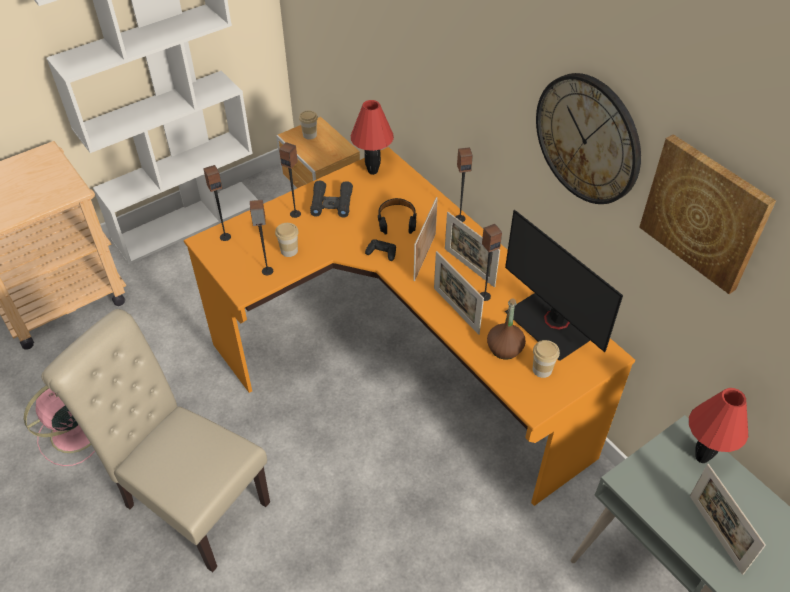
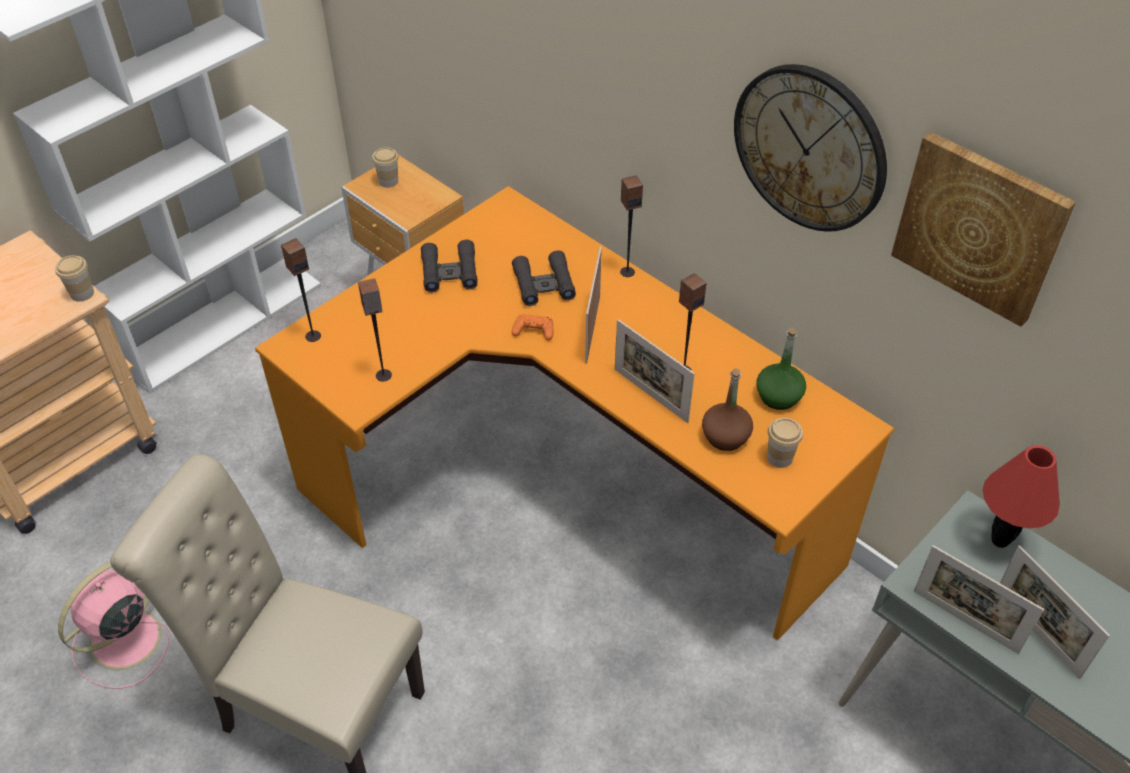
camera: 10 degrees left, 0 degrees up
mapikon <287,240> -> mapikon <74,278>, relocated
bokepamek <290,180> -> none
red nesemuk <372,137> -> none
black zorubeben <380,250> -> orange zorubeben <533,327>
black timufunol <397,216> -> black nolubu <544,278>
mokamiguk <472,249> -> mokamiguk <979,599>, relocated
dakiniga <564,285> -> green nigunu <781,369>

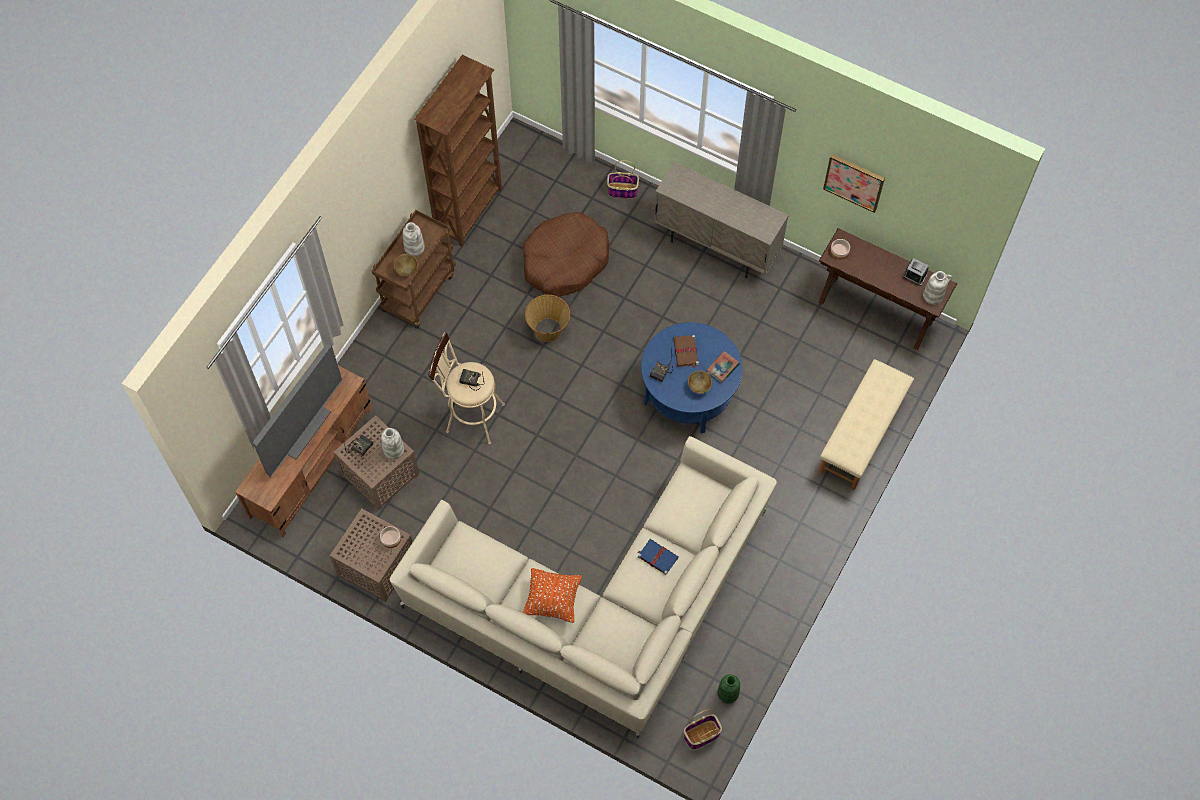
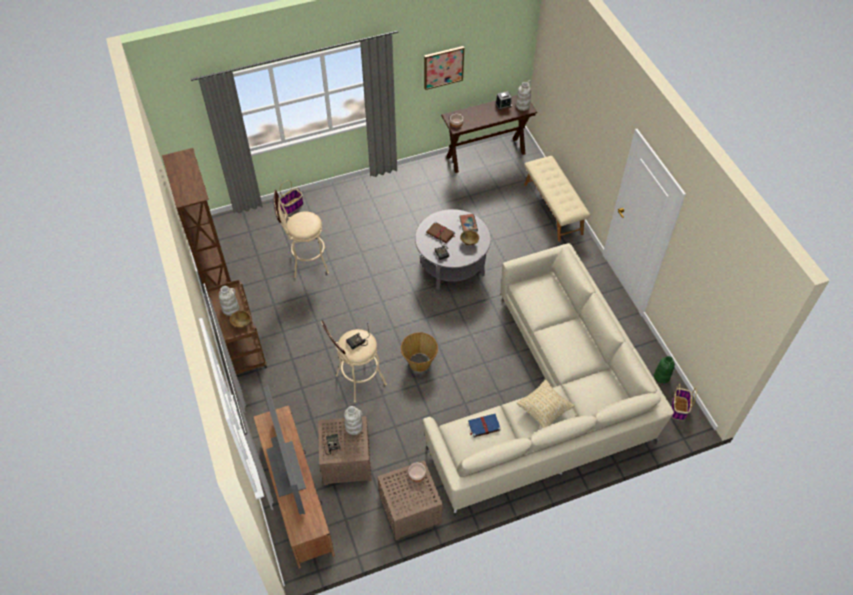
camera: 50 degrees left, 10 degrees down
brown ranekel <566,254> -> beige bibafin <301,234>
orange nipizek <552,595> -> beige nipizek <545,404>
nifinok <547,318> -> nifinok <419,352>, relocated
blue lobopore <658,557> -> blue lobopore <484,426>, relocated
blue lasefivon <691,377> -> grey lasefivon <453,249>
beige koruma <721,220> -> none

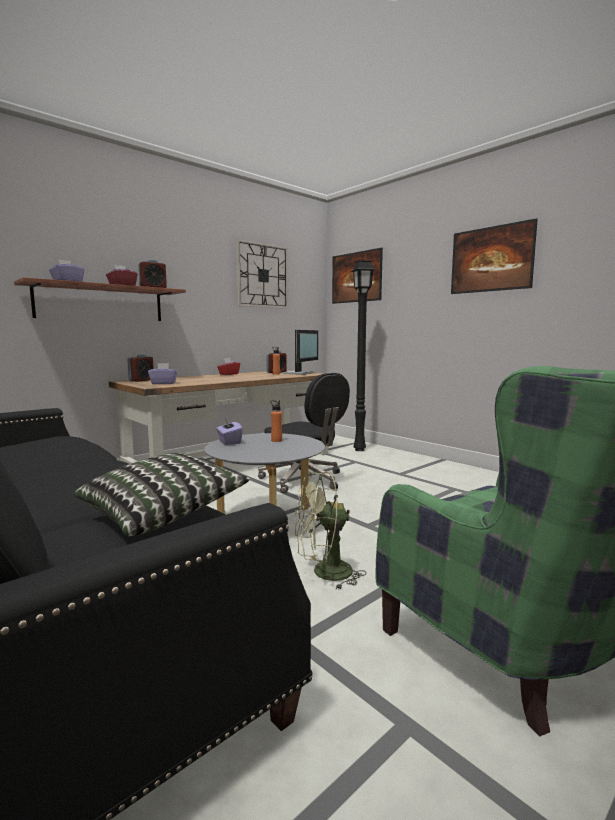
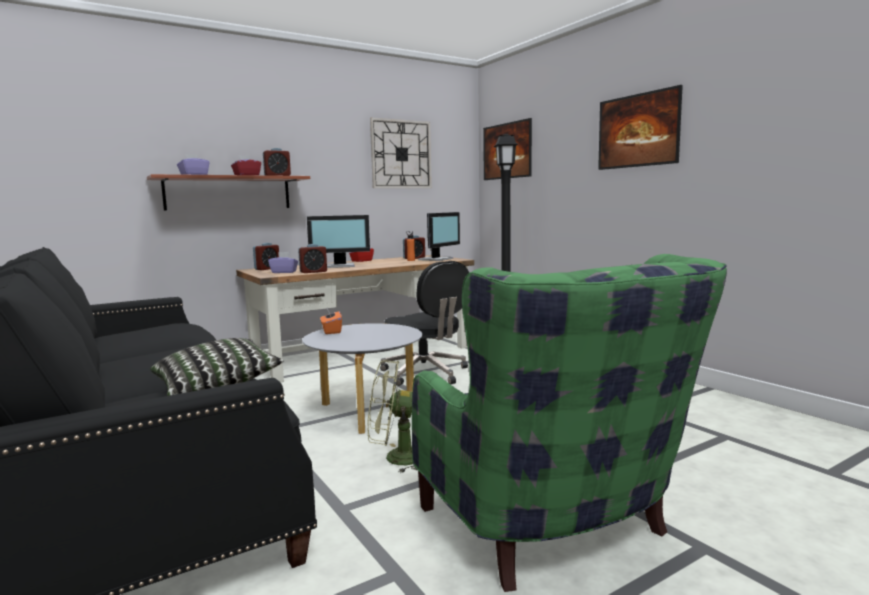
camera: 10 degrees right, 0 degrees up
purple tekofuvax <229,431> -> orange tekofuvax <331,320>
orange nigunu <276,421> -> none
none -> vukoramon <312,258>
none -> dakiniga <338,241>

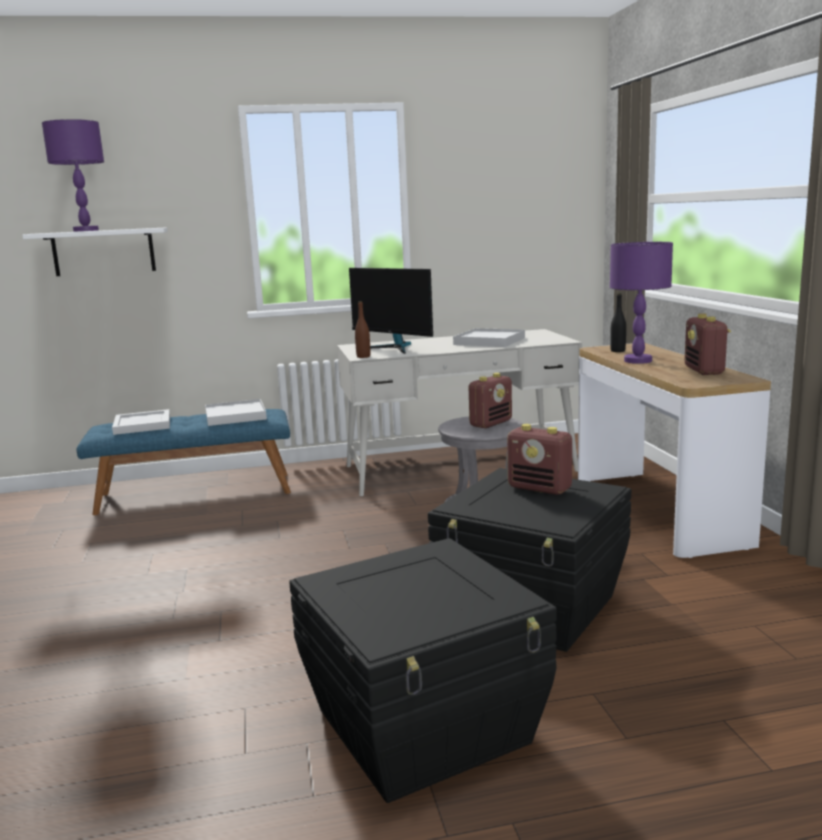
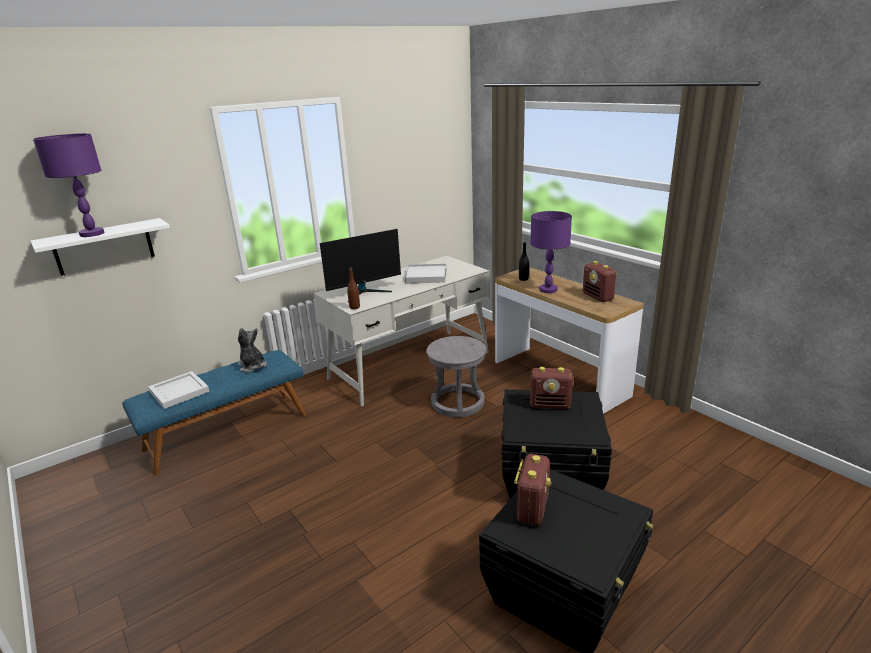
camera: 25 degrees left, 10 degrees up
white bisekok <236,412> -> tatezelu <252,350>
dakiniga <391,311> -> dakiniga <360,266>, 45 degrees counterclockwise
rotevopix <490,400> -> rotevopix <532,489>, relocated

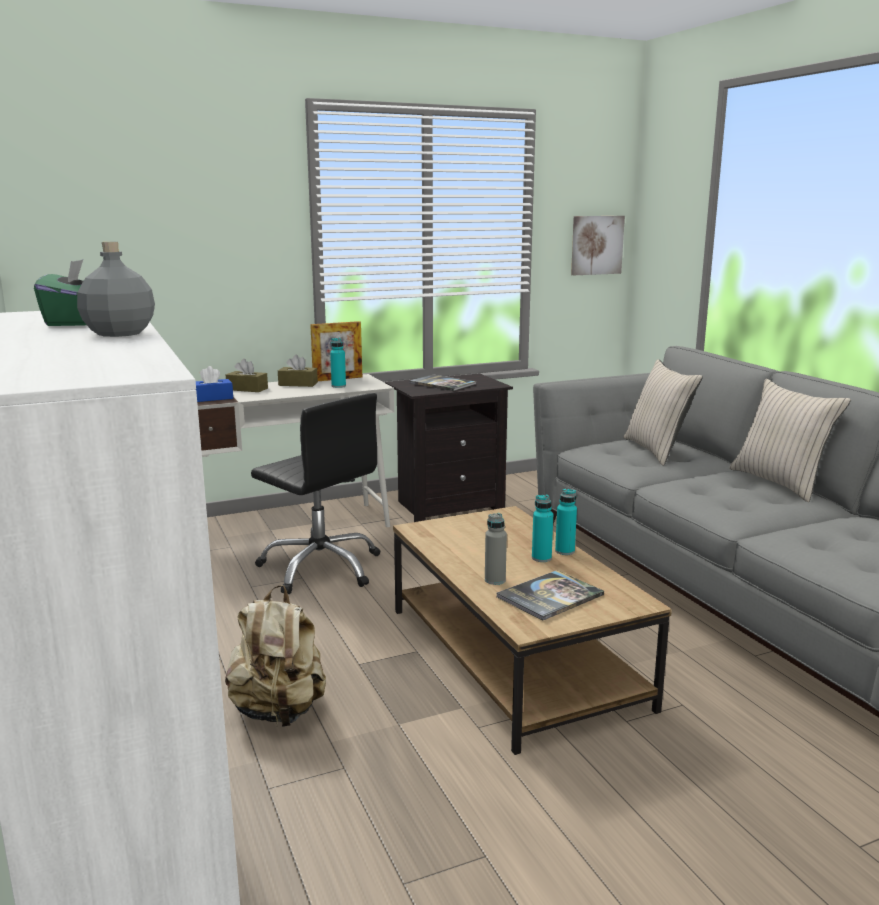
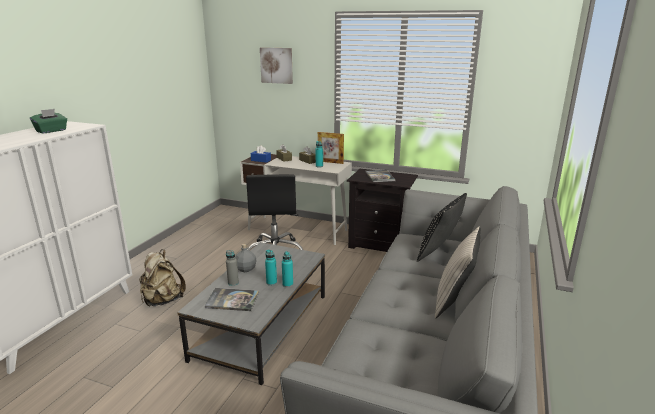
camera: 45 degrees right, 5 degrees up
grey nigunu <116,289> -> grey nigunu <246,258>, relocated
brown lasefivon <532,630> -> grey lasefivon <251,313>
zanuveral <598,245> -> zanuveral <276,65>, relocated
beige nipizek <663,412> -> black nipizek <442,227>

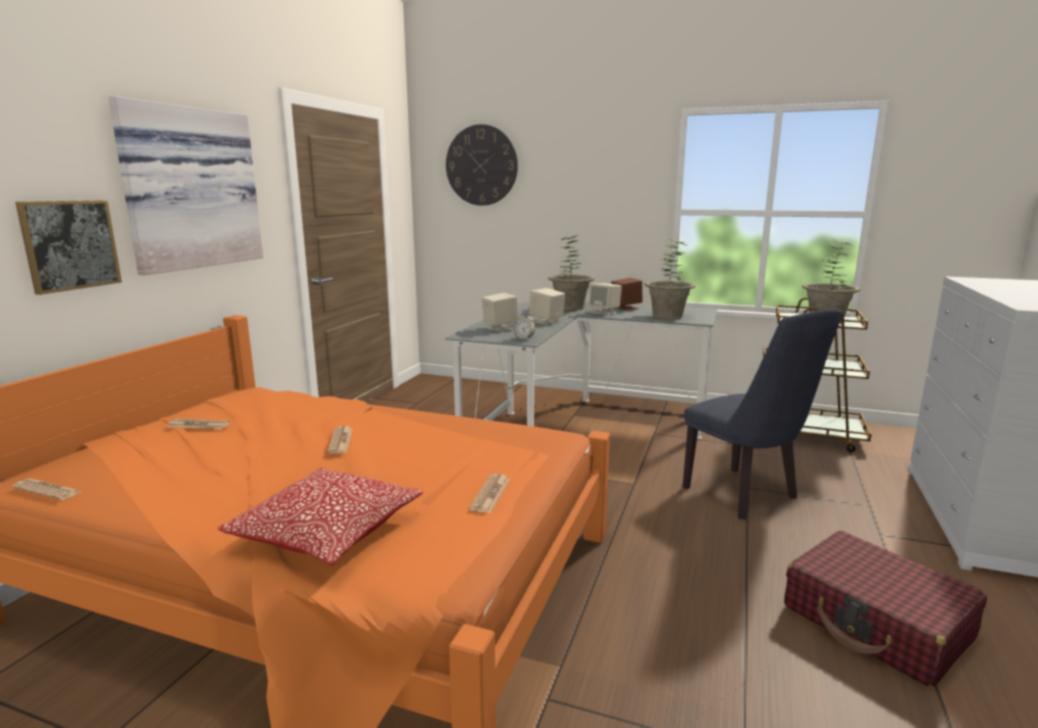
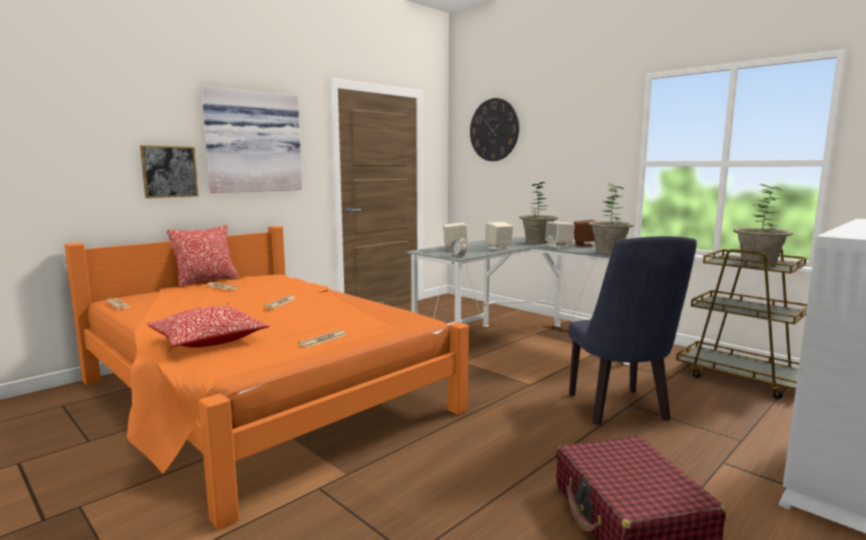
camera: 25 degrees right, 5 degrees down
none -> nipizek <203,256>

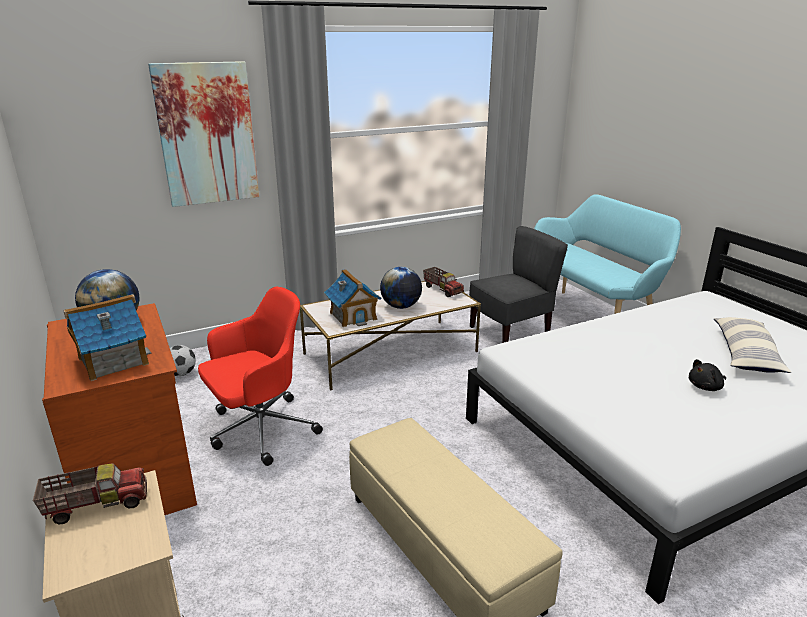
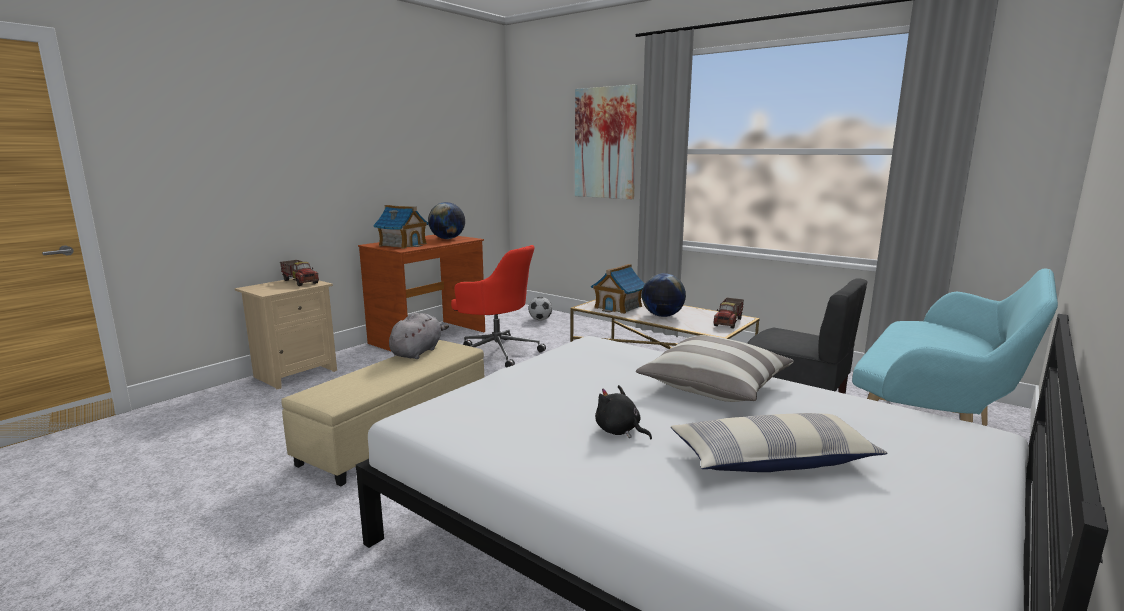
camera: 65 degrees right, 10 degrees down
none -> grey tatezelu <419,336>
none -> nipizek <715,368>

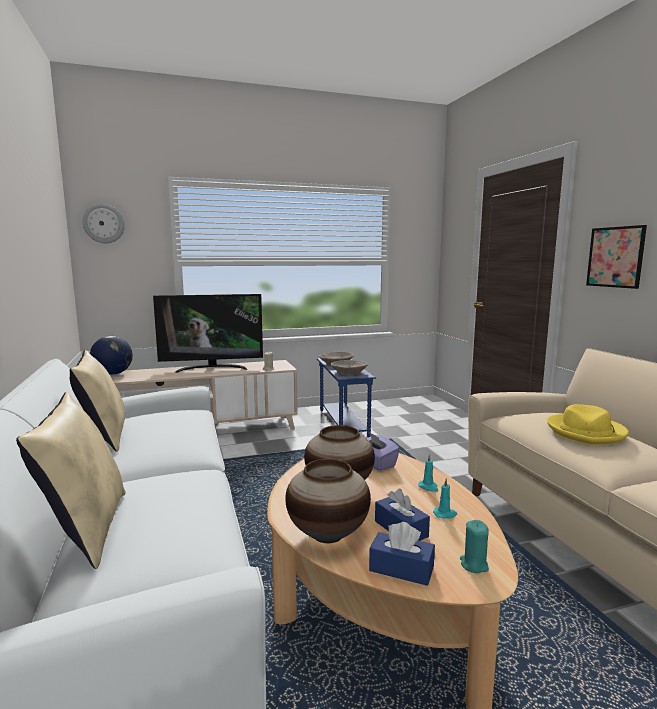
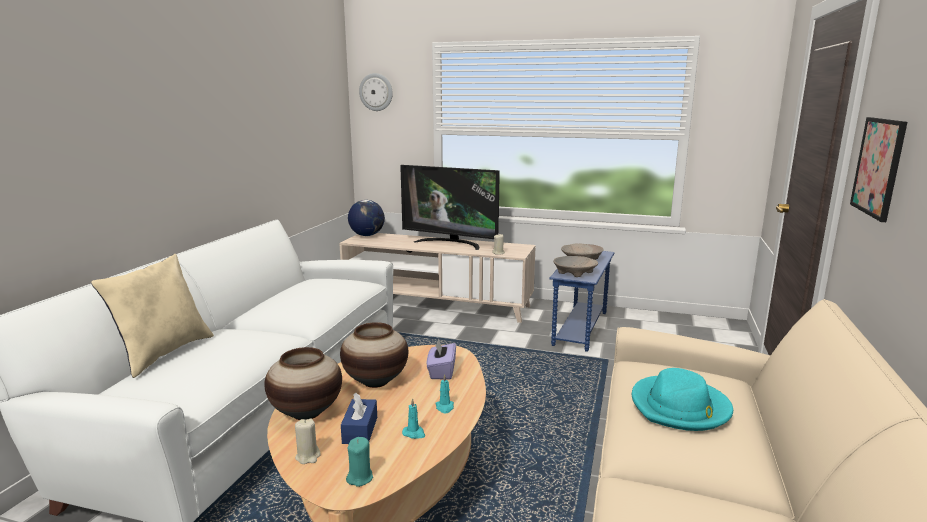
camera: 35 degrees right, 5 degrees up
beige nipizek <97,401> -> none
blue tekofuvax <402,554> -> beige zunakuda <308,441>
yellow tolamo <588,424> -> turquoise tolamo <682,399>

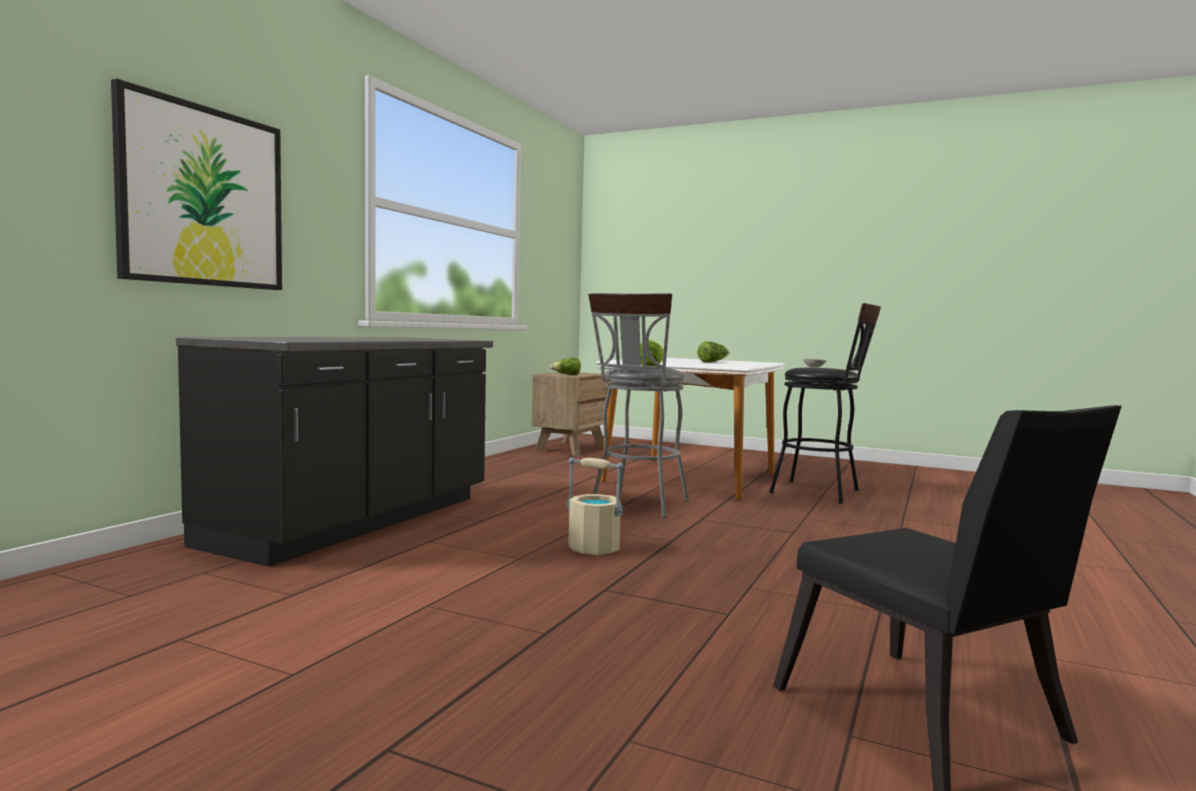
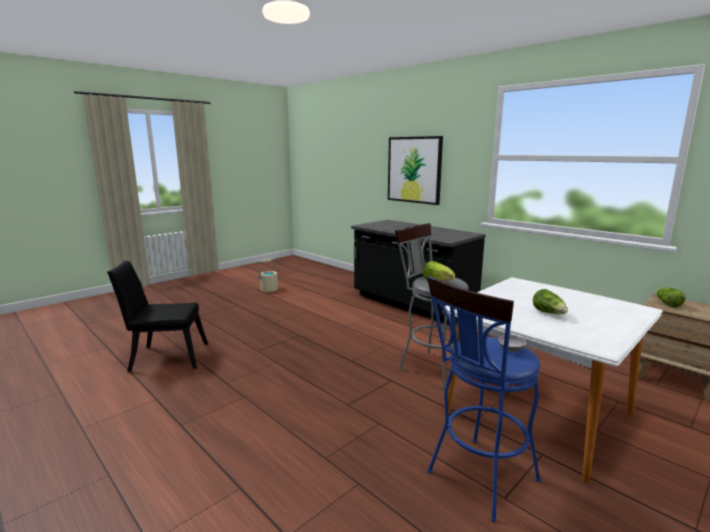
camera: 110 degrees right, 10 degrees up
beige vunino <595,506> -> beige vunino <268,275>, relocated
black bibafin <825,403> -> blue bibafin <484,399>

